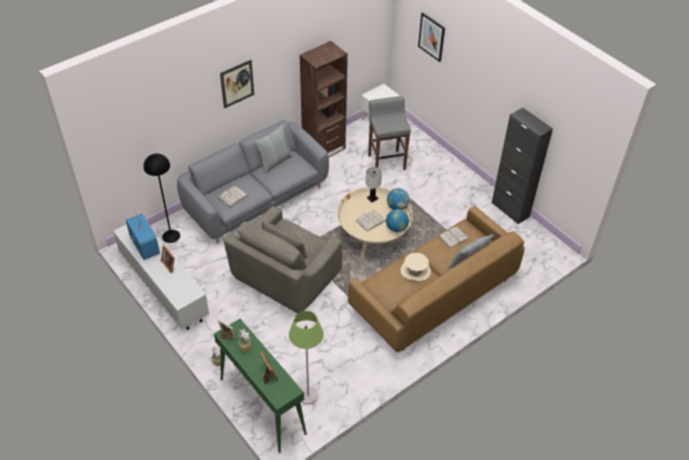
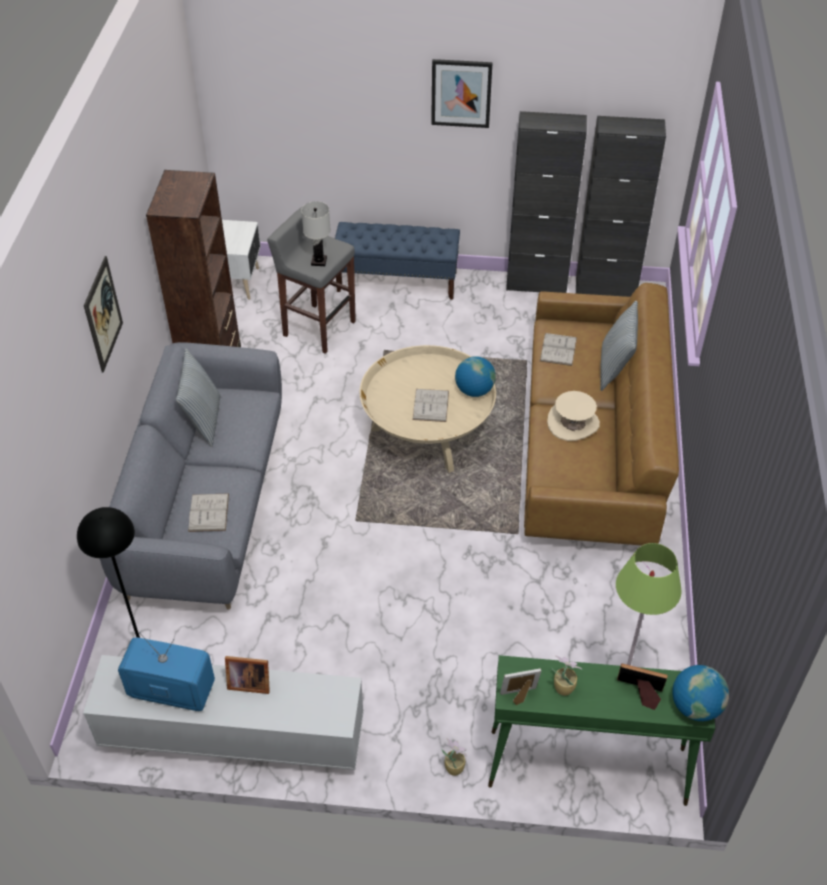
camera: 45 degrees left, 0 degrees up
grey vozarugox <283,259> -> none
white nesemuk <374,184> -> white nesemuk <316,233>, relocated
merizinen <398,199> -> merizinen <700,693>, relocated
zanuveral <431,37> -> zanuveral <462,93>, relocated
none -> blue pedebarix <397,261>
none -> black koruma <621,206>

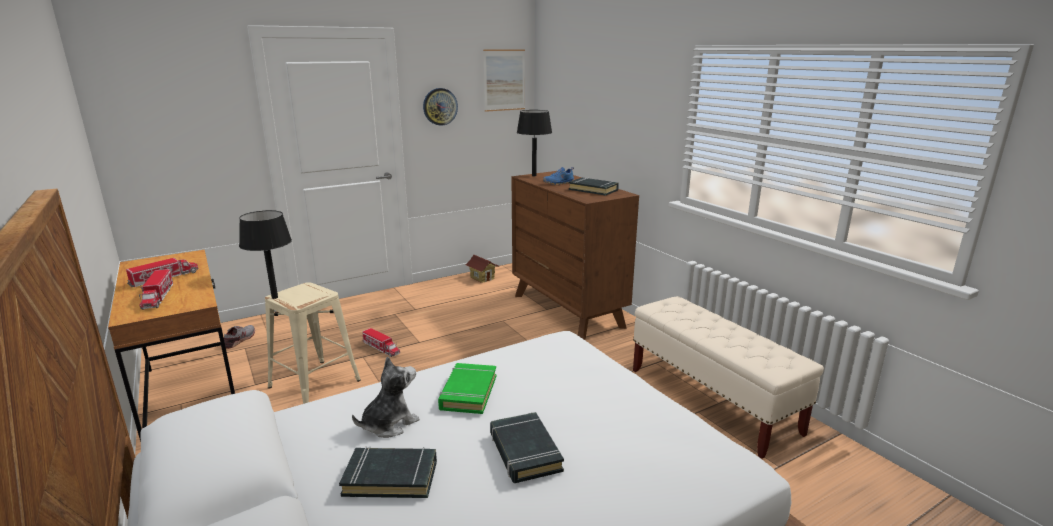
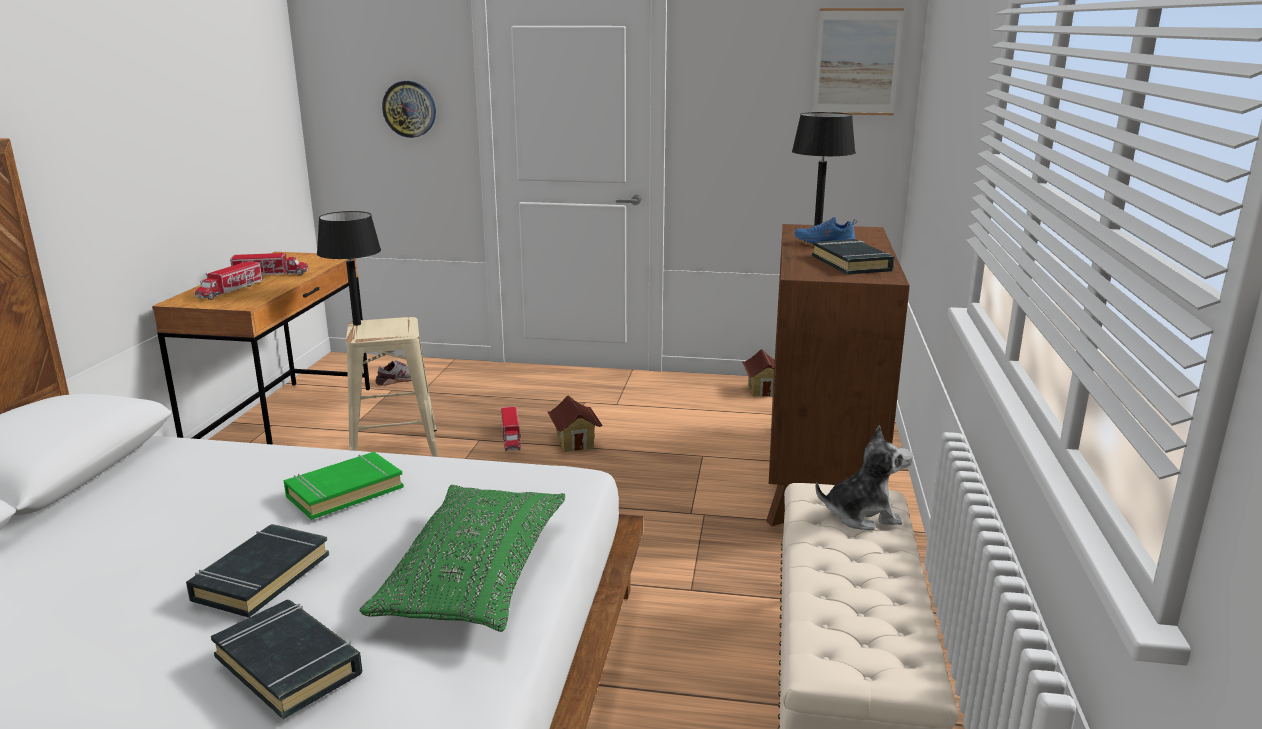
camera: 40 degrees right, 0 degrees up
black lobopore <388,472> -> black lobopore <286,659>, relocated
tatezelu <386,397> -> tatezelu <864,478>, relocated
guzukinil <440,107> -> guzukinil <409,109>, relocated
none -> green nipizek <462,558>
none -> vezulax <575,424>

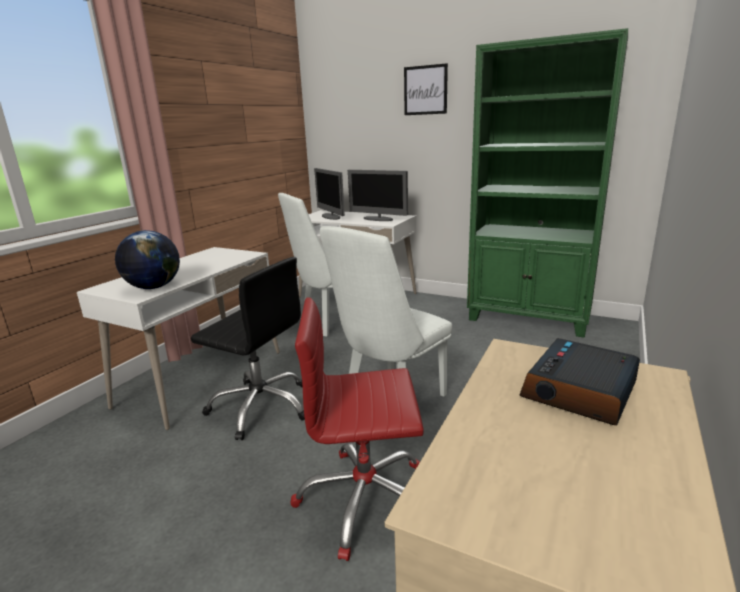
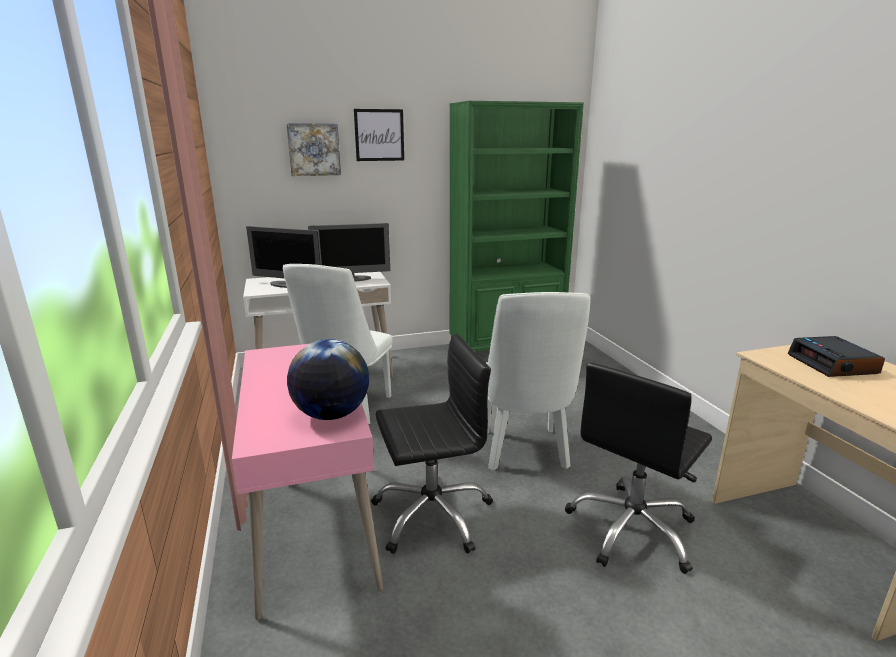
camera: 45 degrees left, 0 degrees up
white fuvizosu <178,338> -> pink fuvizosu <307,480>
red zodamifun <357,429> -> black zodamifun <638,468>
none -> zanuveral <314,149>

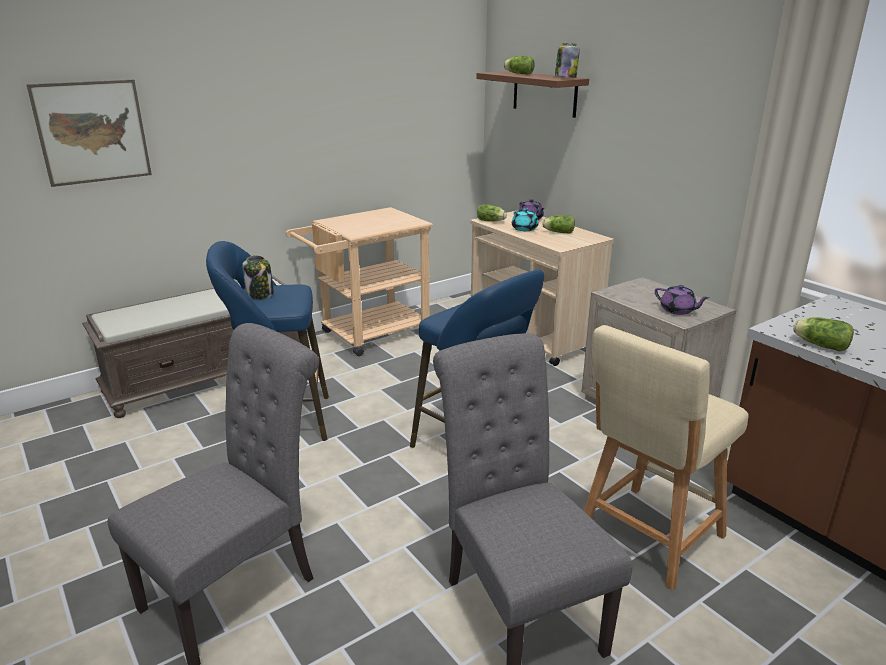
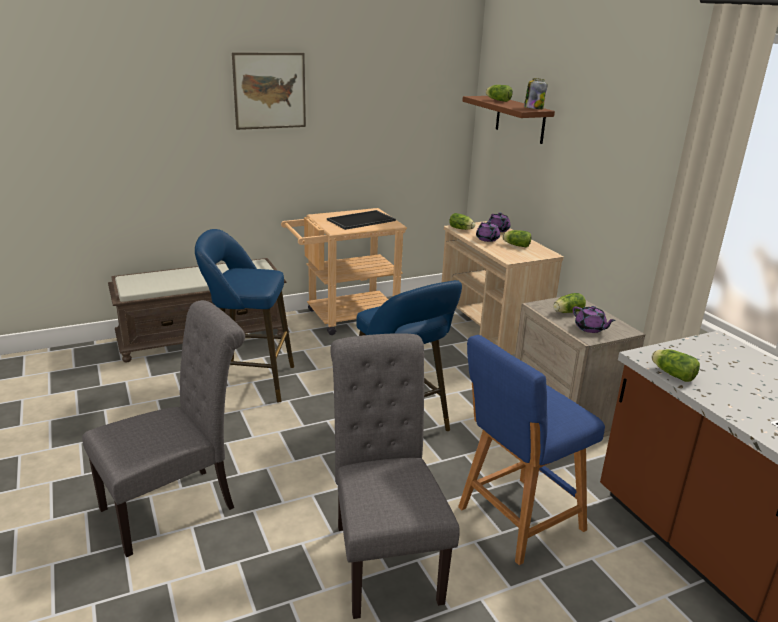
camera: 10 degrees right, 0 degrees up
zanuveral <89,133> -> zanuveral <269,91>, relocated
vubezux <258,277> -> none
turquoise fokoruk <525,219> -> purple fokoruk <488,231>
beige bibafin <666,458> -> blue bibafin <531,450>
none -> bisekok <361,220>
none -> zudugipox <569,303>

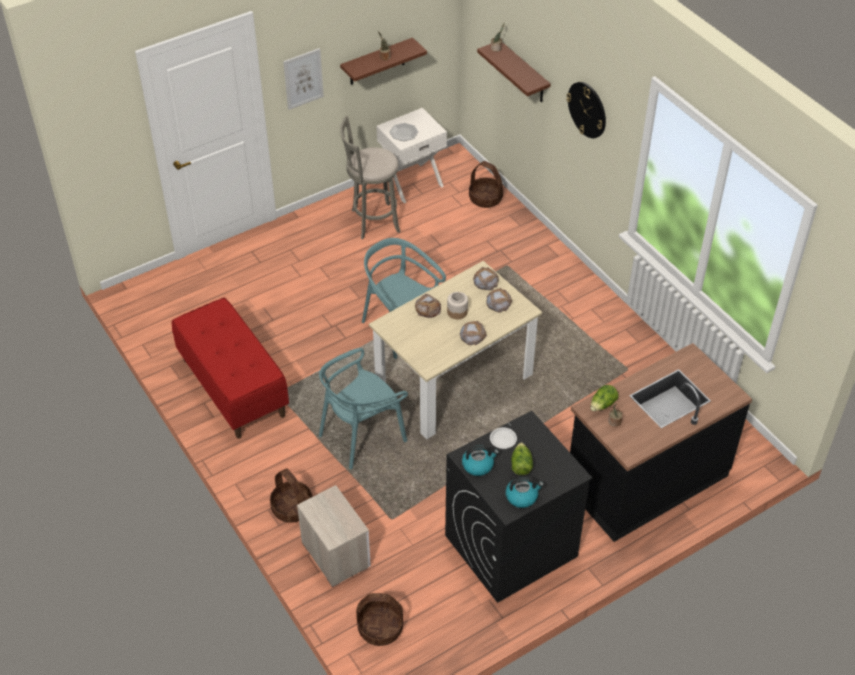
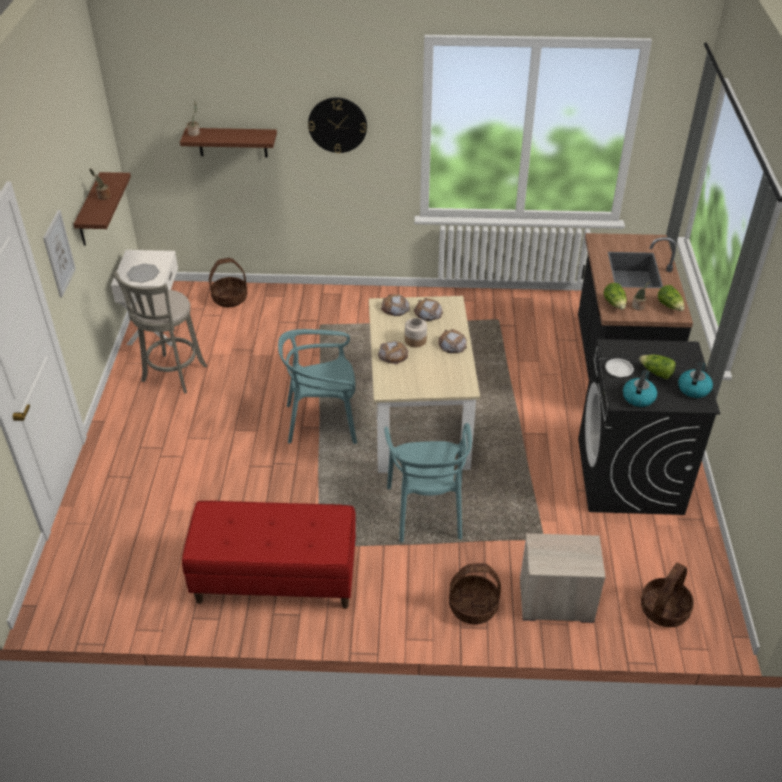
camera: 55 degrees left, 5 degrees down
none -> zudugipox <671,298>

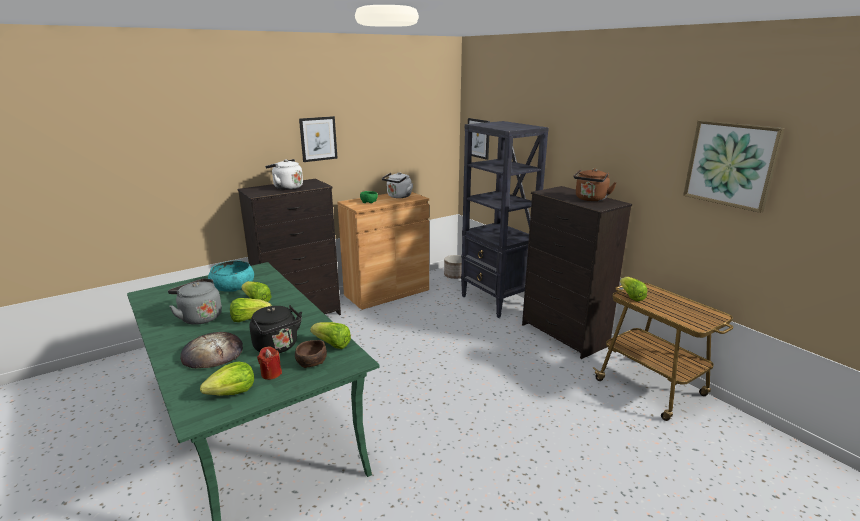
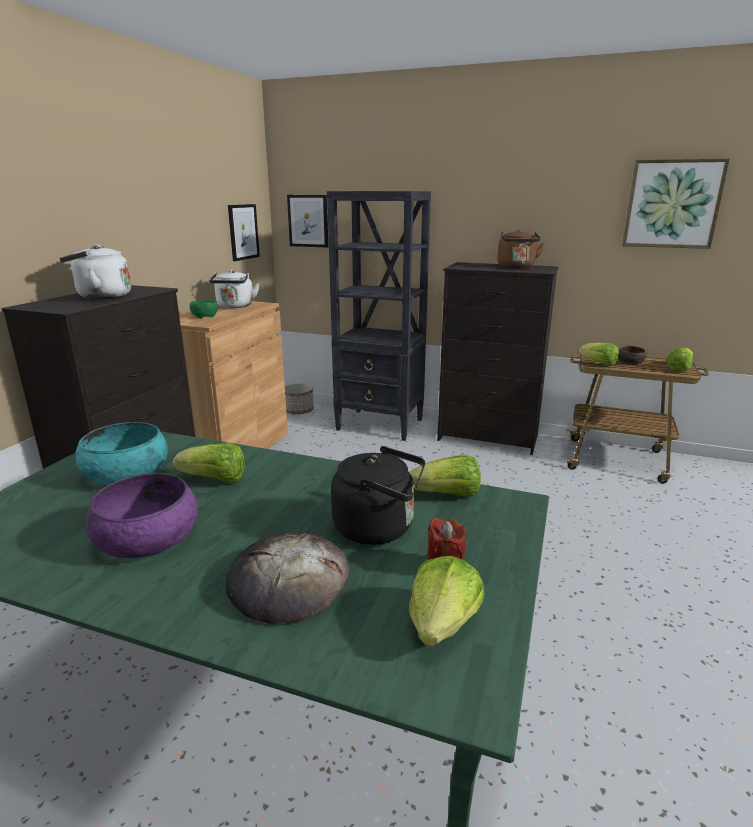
camera: 35 degrees left, 0 degrees up
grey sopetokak <195,301> -> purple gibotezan <142,515>
zudugipox <251,310> -> zudugipox <680,360>, relocated
brown gibotezan <311,354> -> brown gibotezan <633,355>, relocated
zanuveral <318,139> -> zanuveral <244,232>, relocated

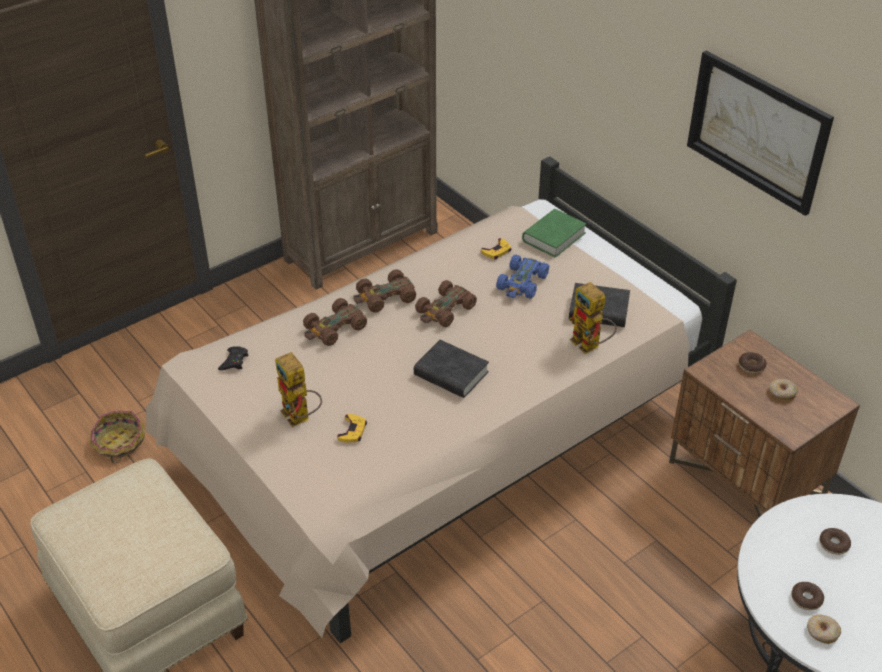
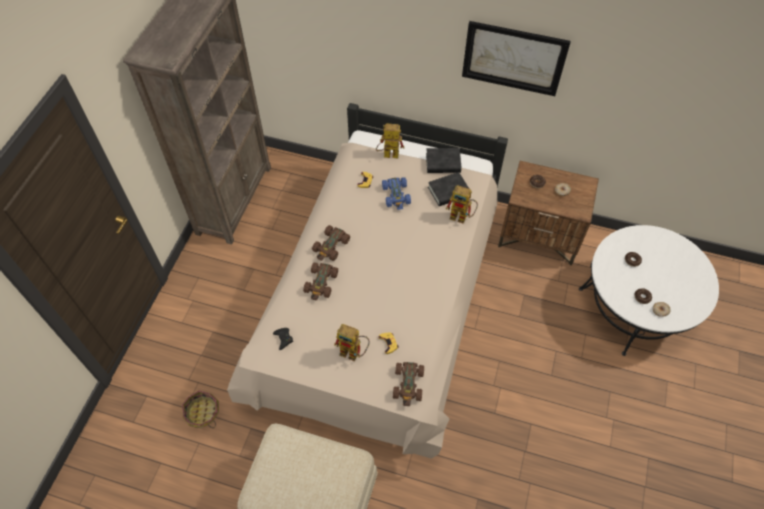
camera: 35 degrees left, 15 degrees up
black lobopore <451,369> -> black lobopore <443,160>, relocated
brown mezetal <446,303> -> brown mezetal <408,384>, relocated
green lobopore <554,233> -> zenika <390,141>

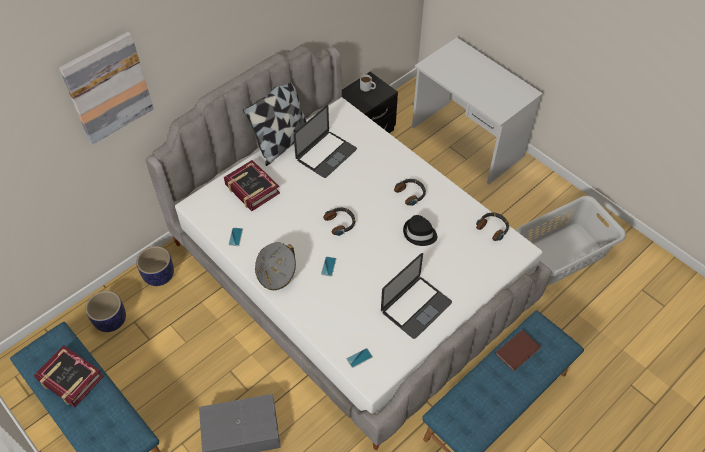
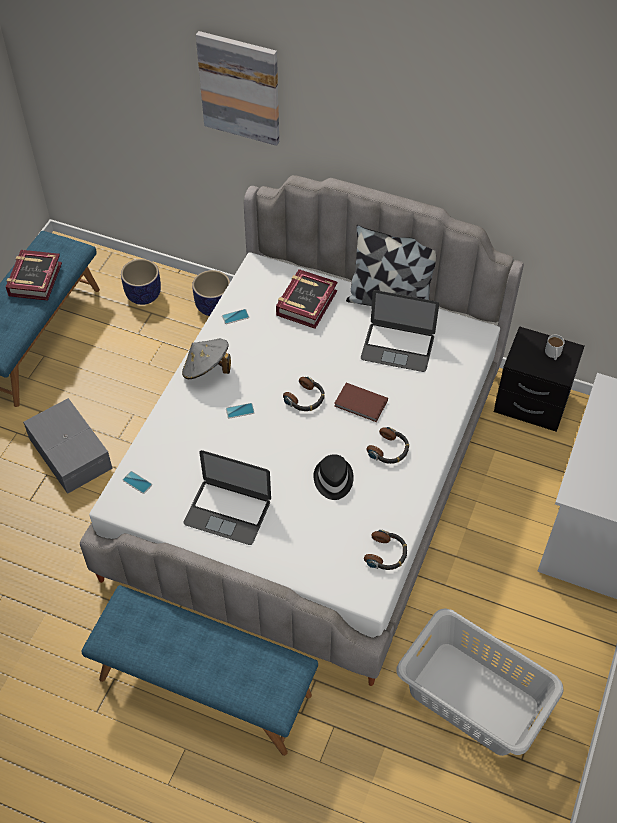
camera: 65 degrees right, 0 degrees up
brown lobopore <518,351> -> brown lobopore <361,402>, relocated

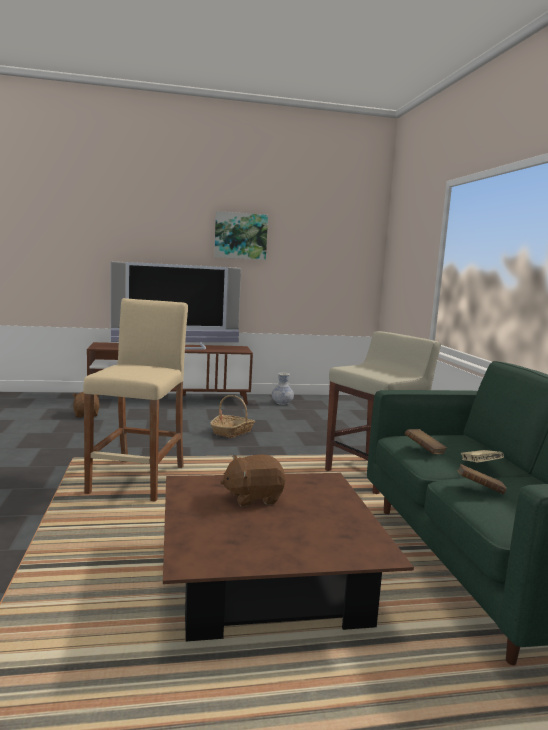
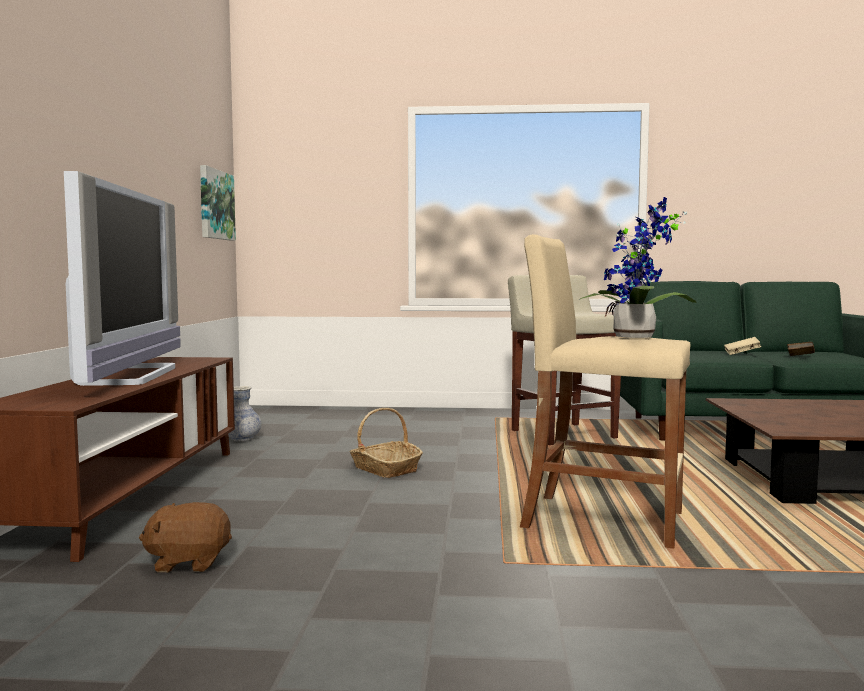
camera: 75 degrees left, 5 degrees down
zanuveral <241,235> -> zanuveral <218,203>, relocated
brown tatezelu <253,481> -> none
brown lobopore <426,441> -> none
none -> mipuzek <638,267>

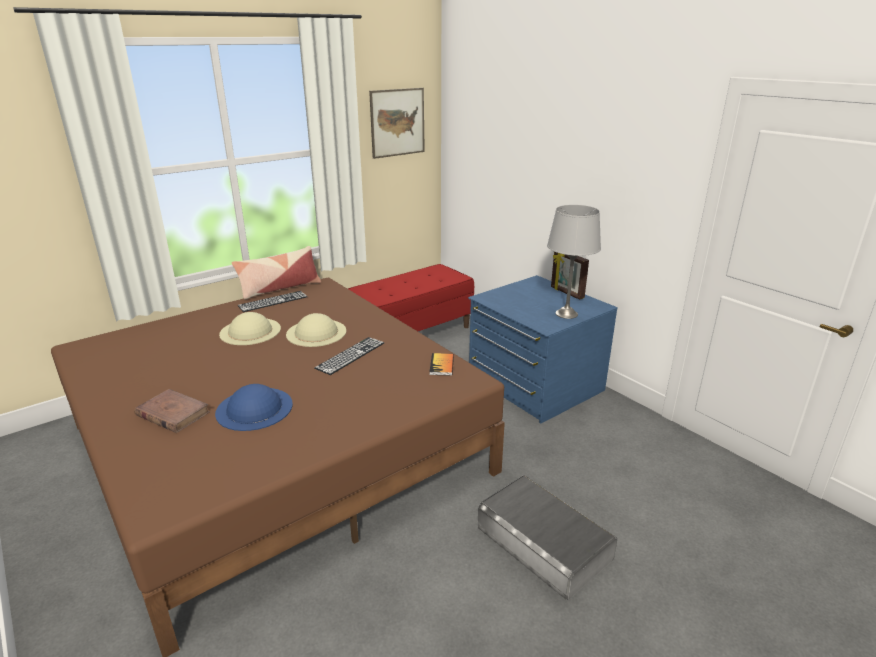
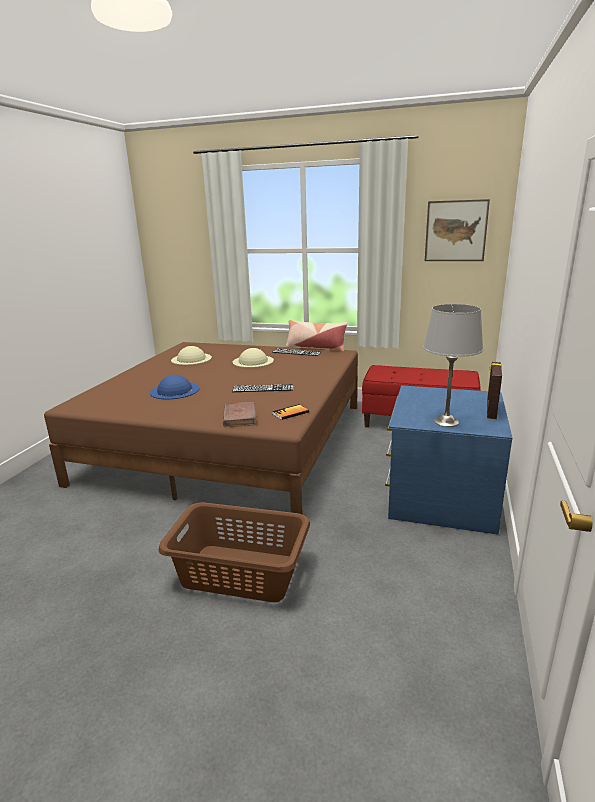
camera: 55 degrees right, 5 degrees down
brown lobopore <172,411> -> brown lobopore <239,414>, relocated
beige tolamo <316,330> -> beige tolamo <191,355>, relocated
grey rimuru <547,537> -> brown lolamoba <234,552>

